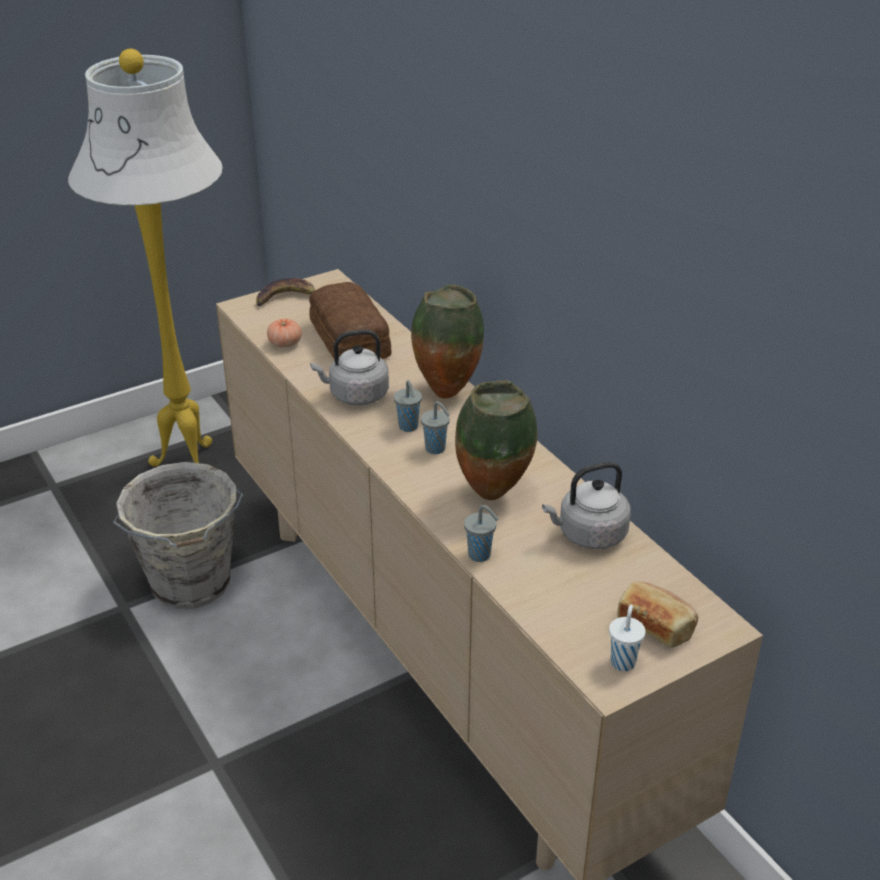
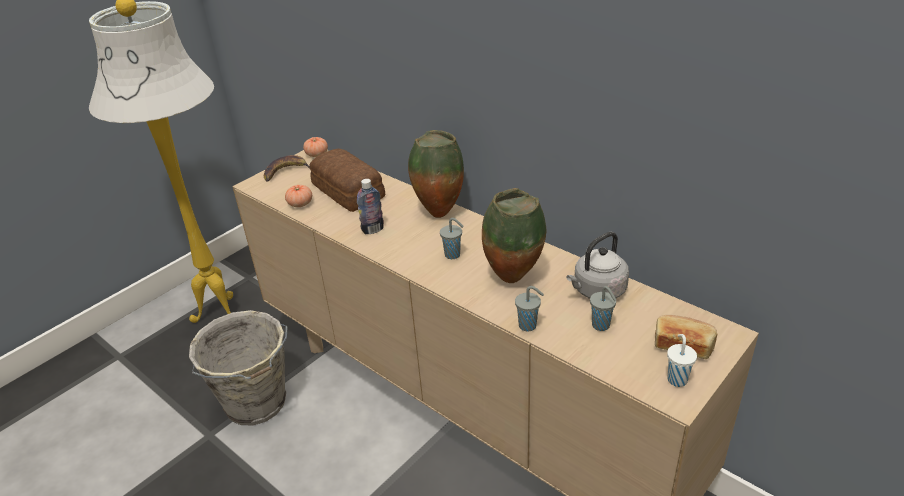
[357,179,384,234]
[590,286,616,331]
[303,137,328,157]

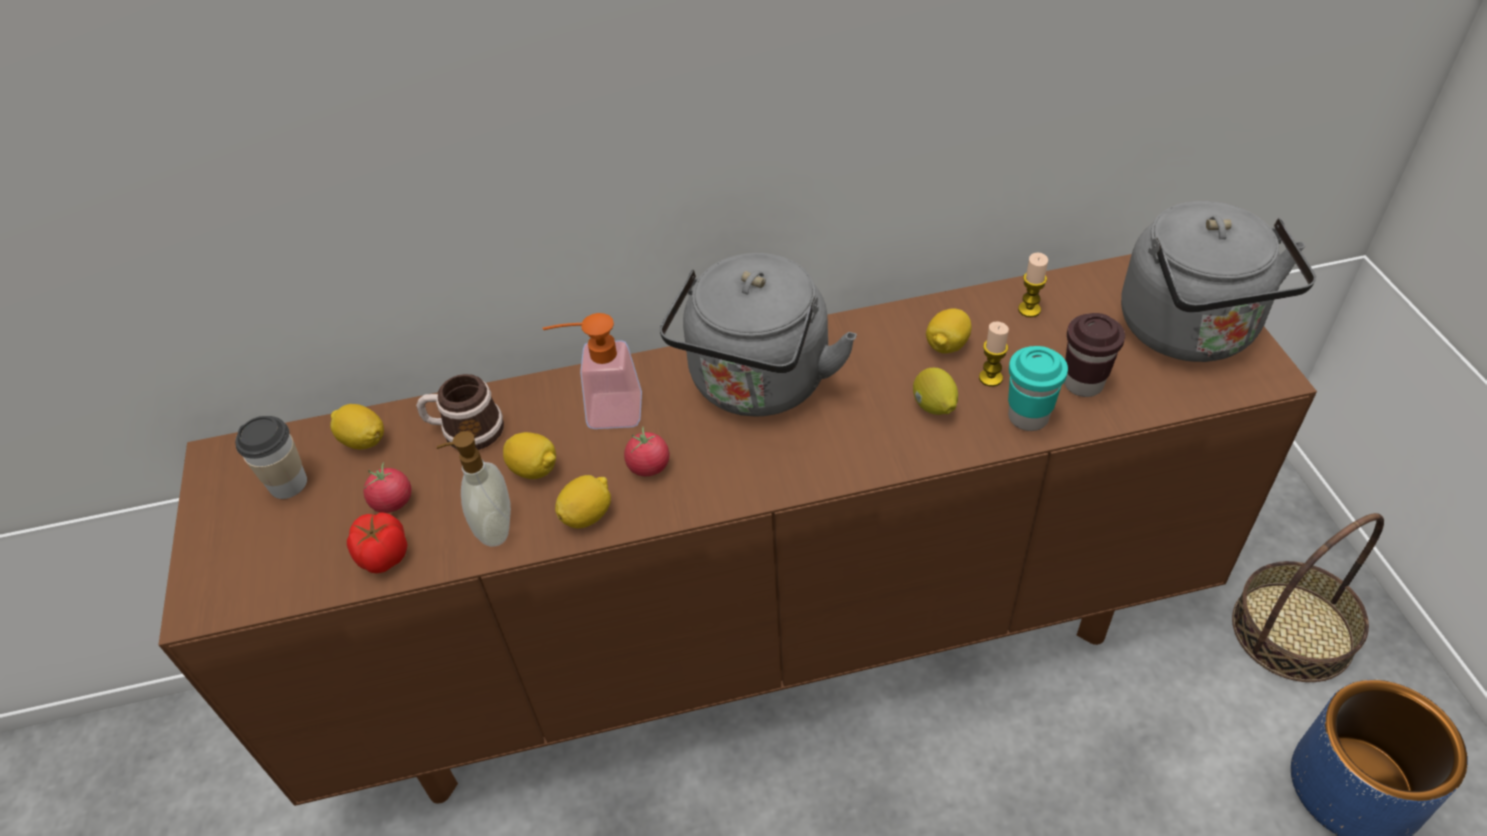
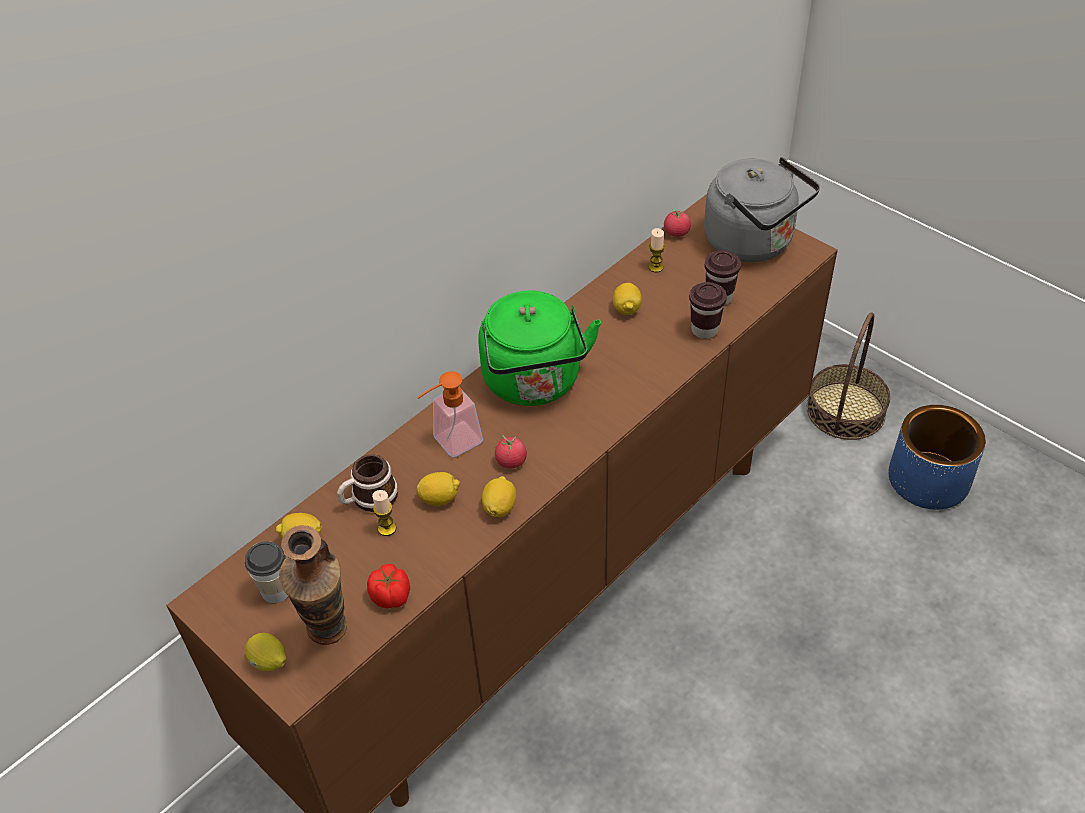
[664,208,691,237]
[437,431,511,547] (first image)
[478,291,601,406]
[245,633,287,671]
[372,490,396,536]
[689,282,727,339]
[279,525,347,645]

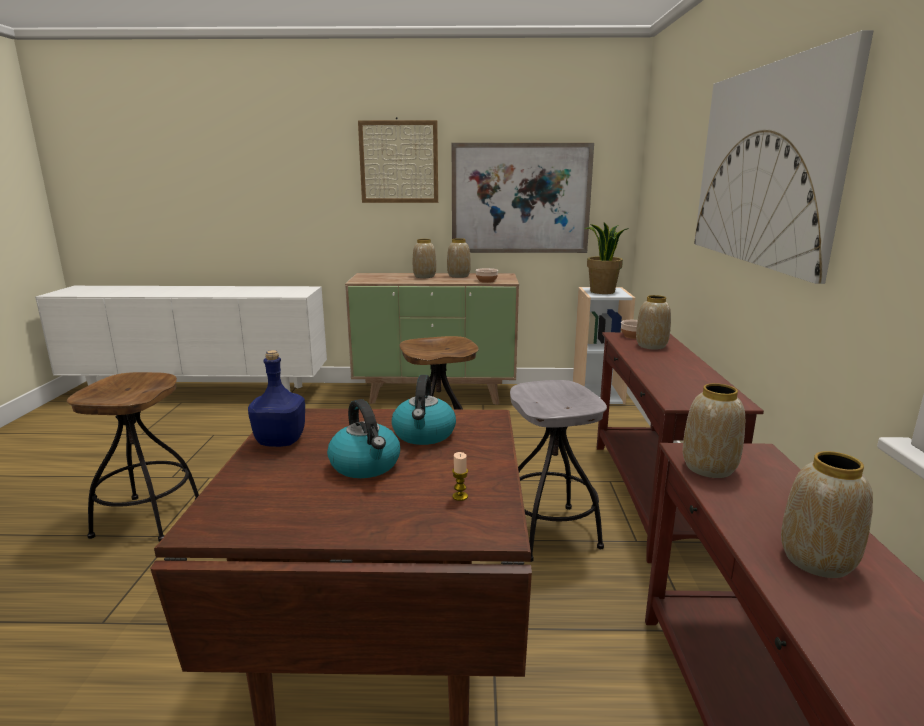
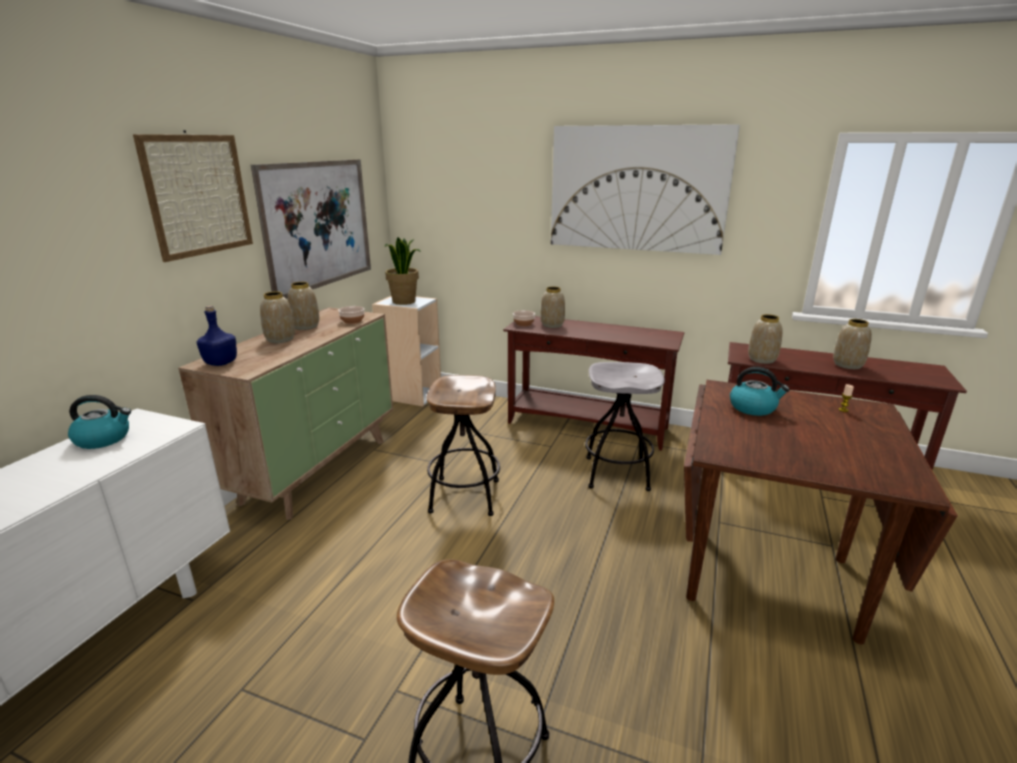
[197,306,237,366]
[68,395,131,449]

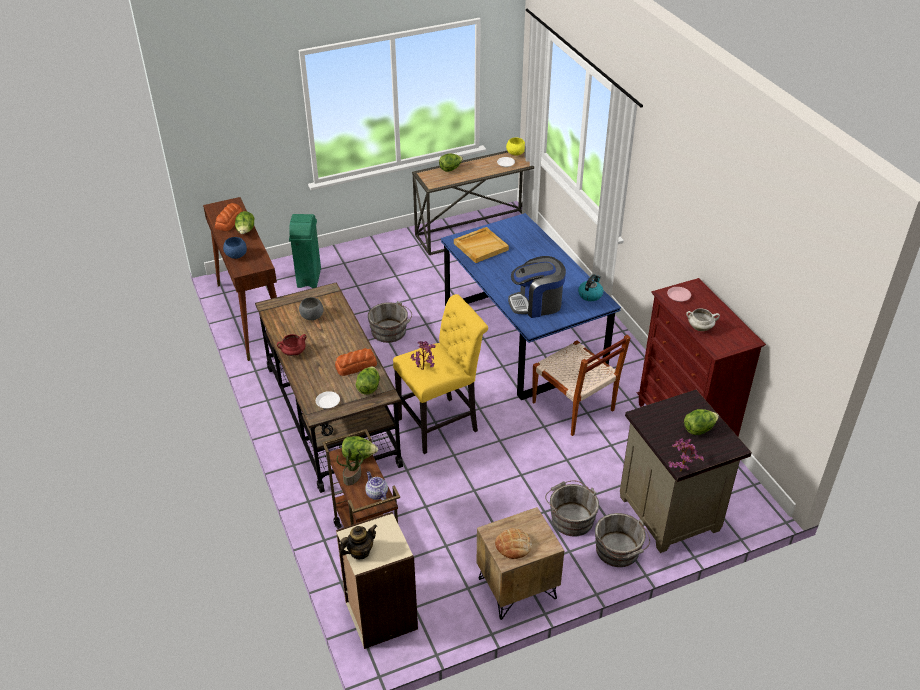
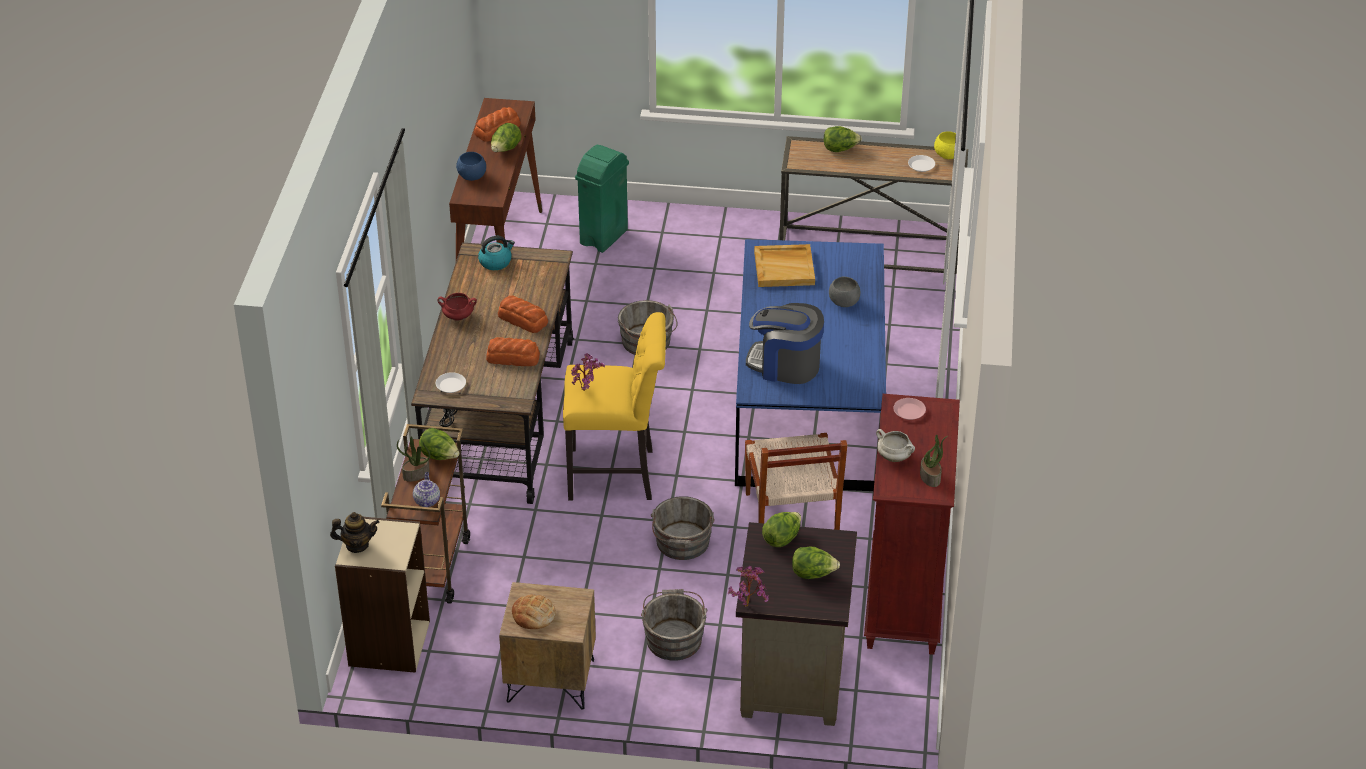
[829,277,860,307]
[762,512,801,547]
[478,236,515,270]
[651,496,714,560]
[498,296,548,333]
[920,435,947,487]

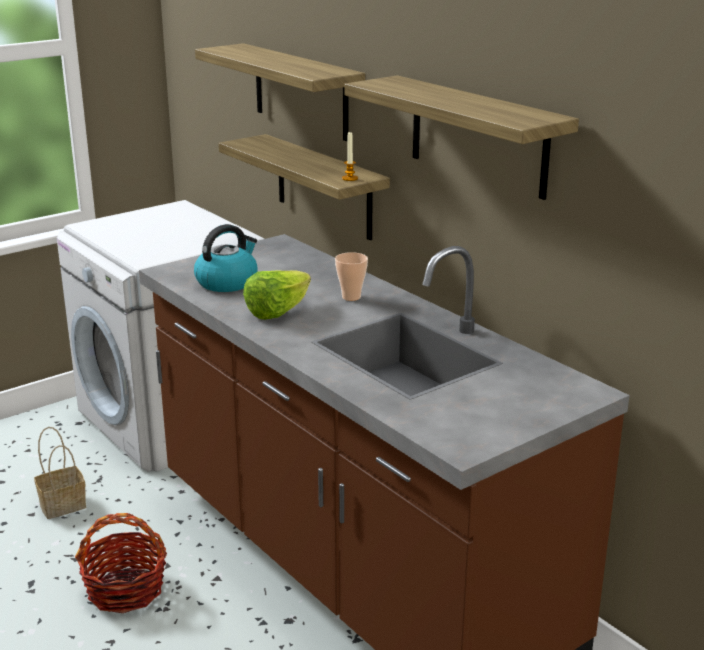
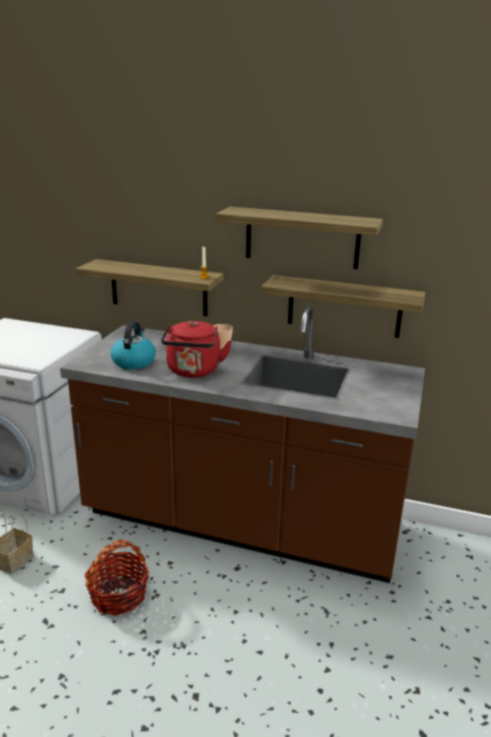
[261,275,425,338]
[161,321,232,378]

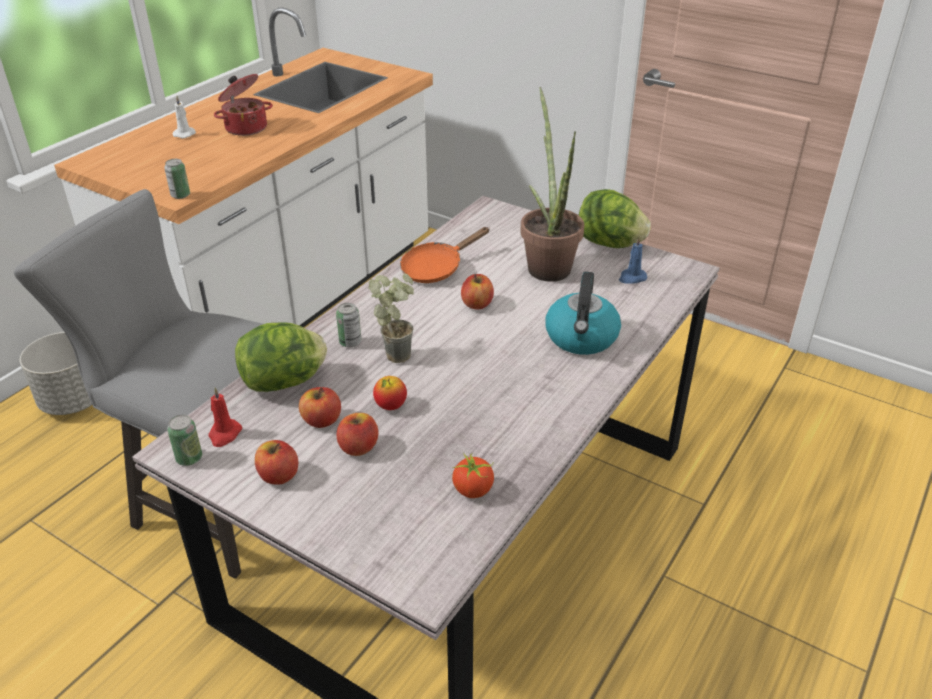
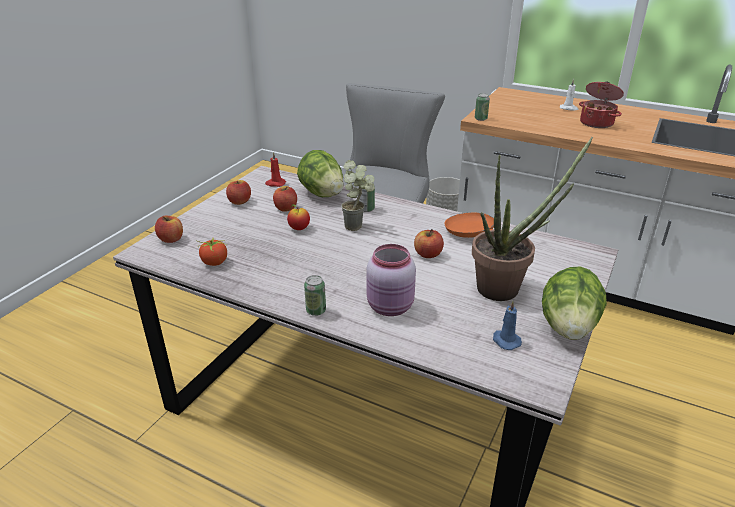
[304,275,326,316]
[155,216,183,243]
[366,244,416,316]

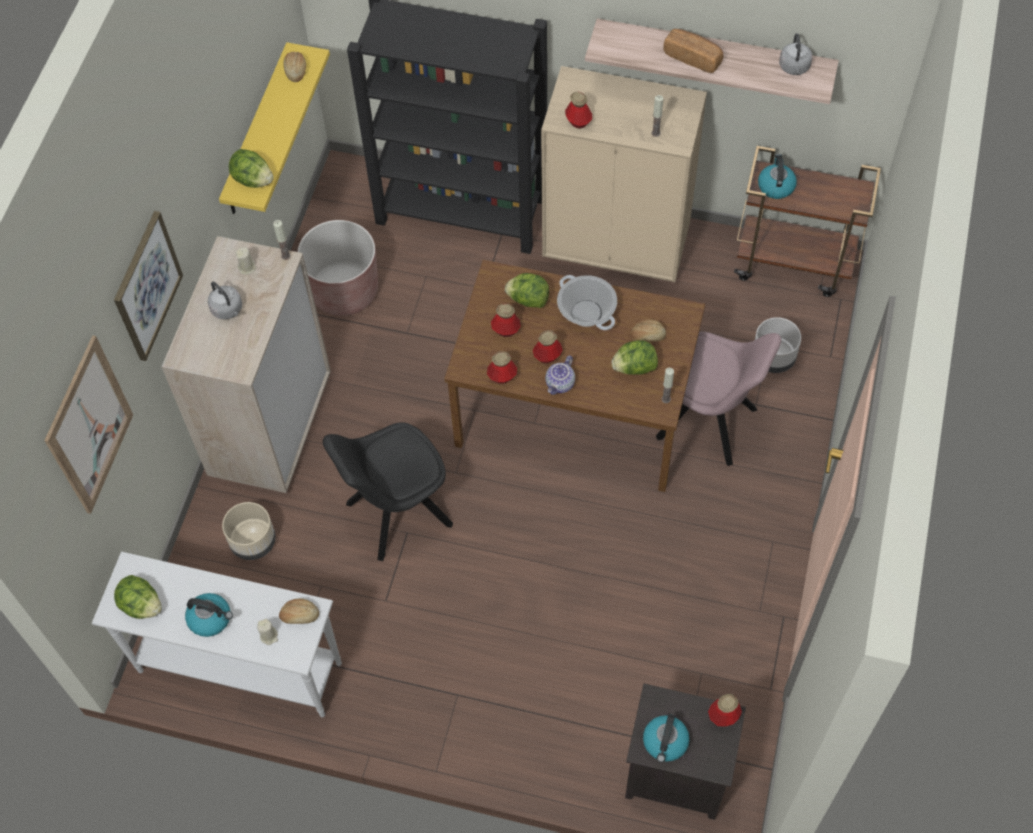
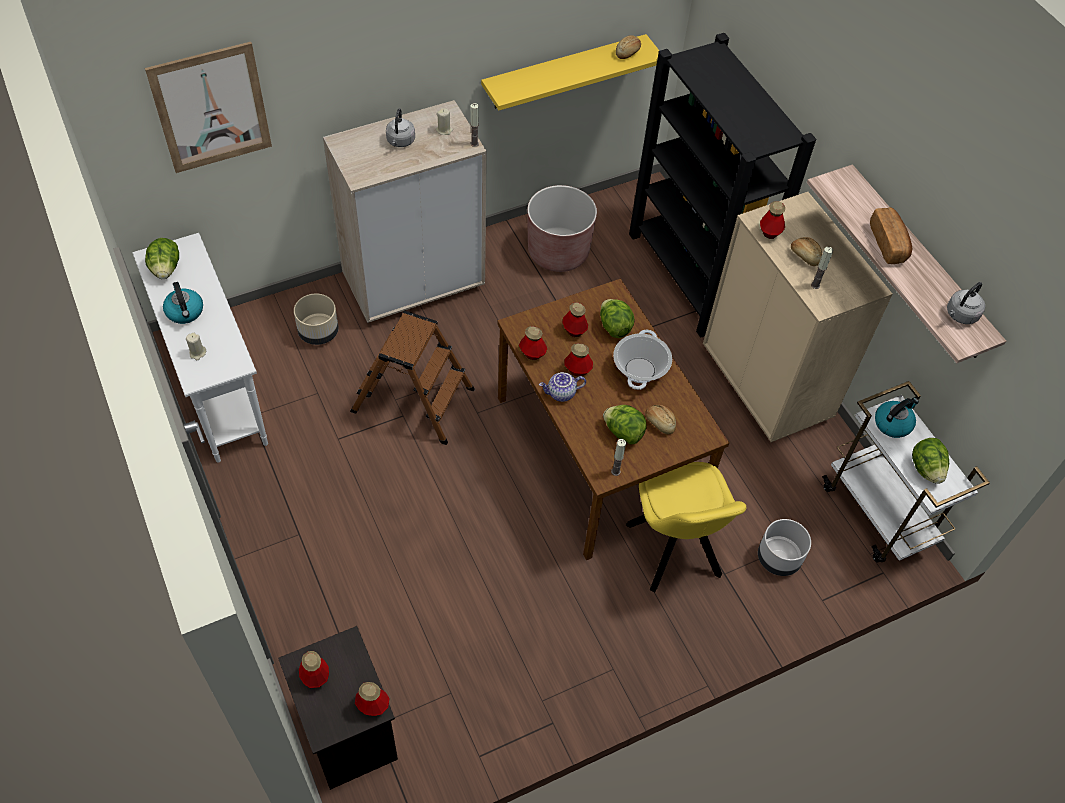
[114,211,183,361] (first image)
[912,438,949,484]
[791,237,822,266]
[350,310,475,445]
[299,651,329,688]
[626,462,746,593]
[822,381,990,563]

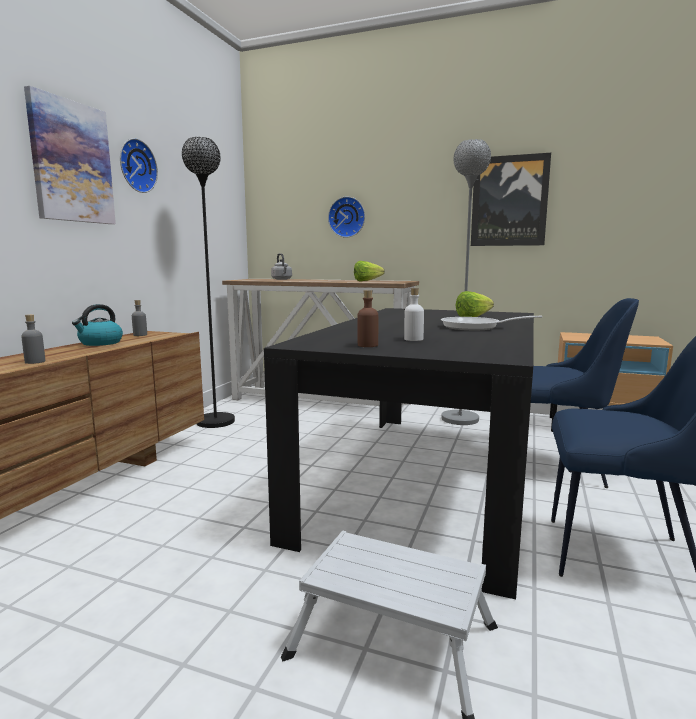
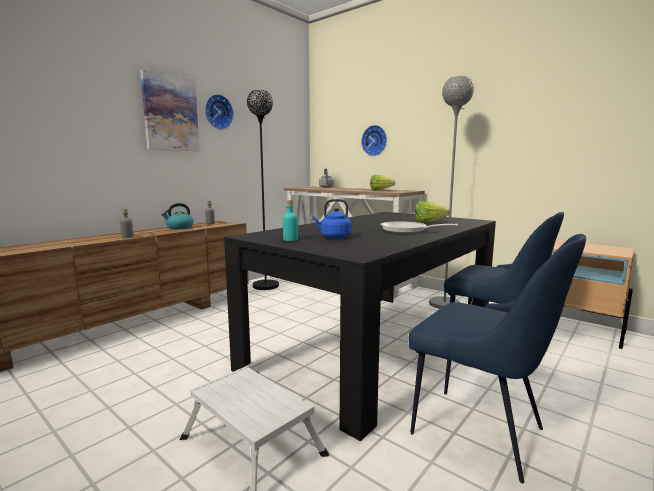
[283,200,298,241]
[312,199,352,239]
[471,153,551,246] (first image)

